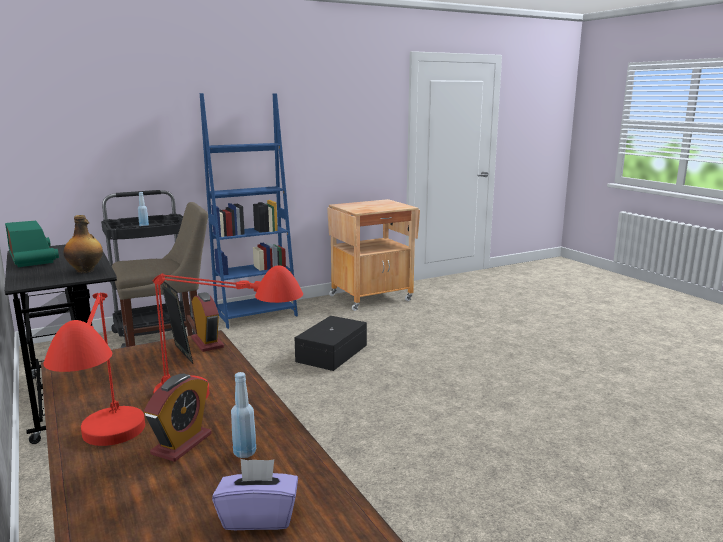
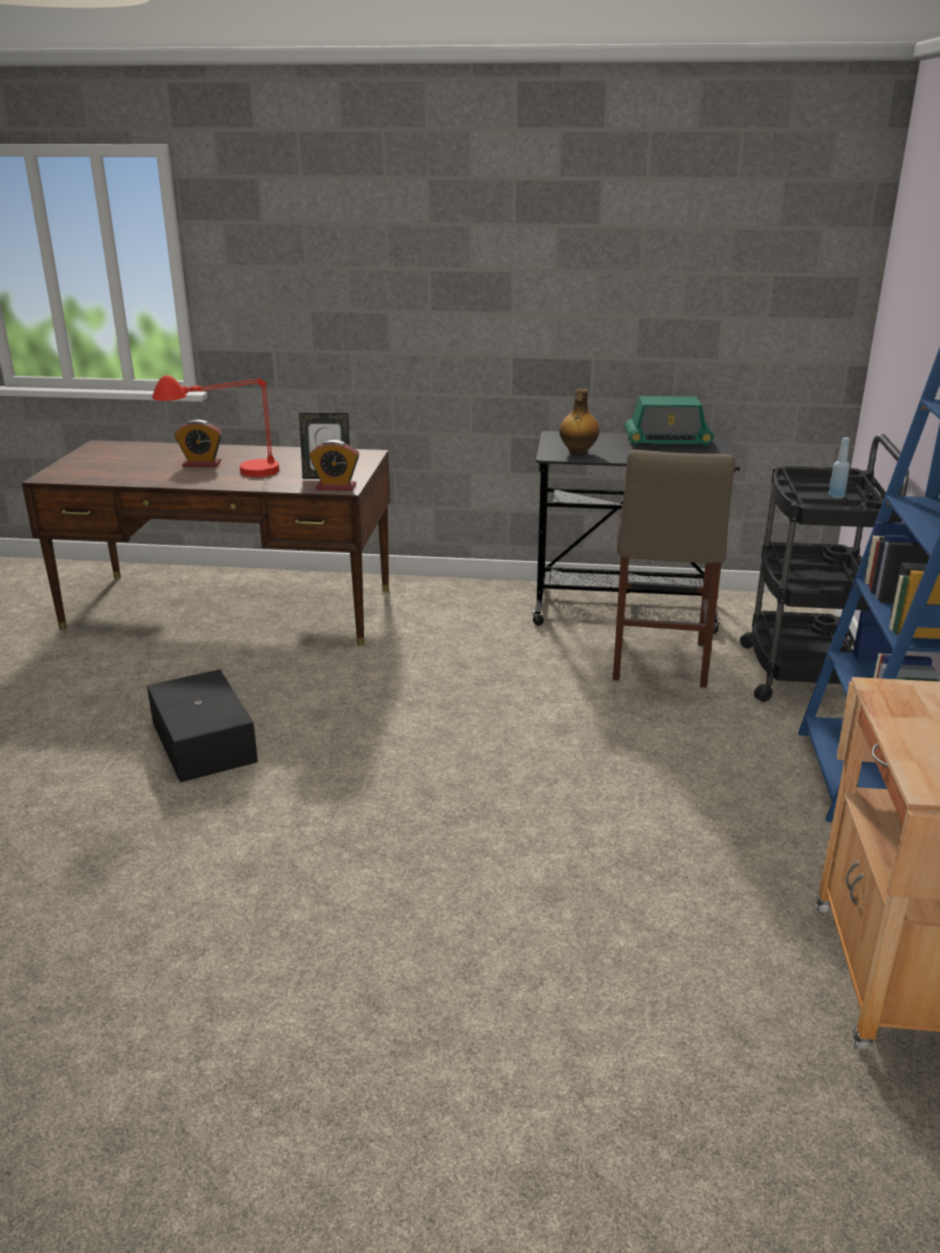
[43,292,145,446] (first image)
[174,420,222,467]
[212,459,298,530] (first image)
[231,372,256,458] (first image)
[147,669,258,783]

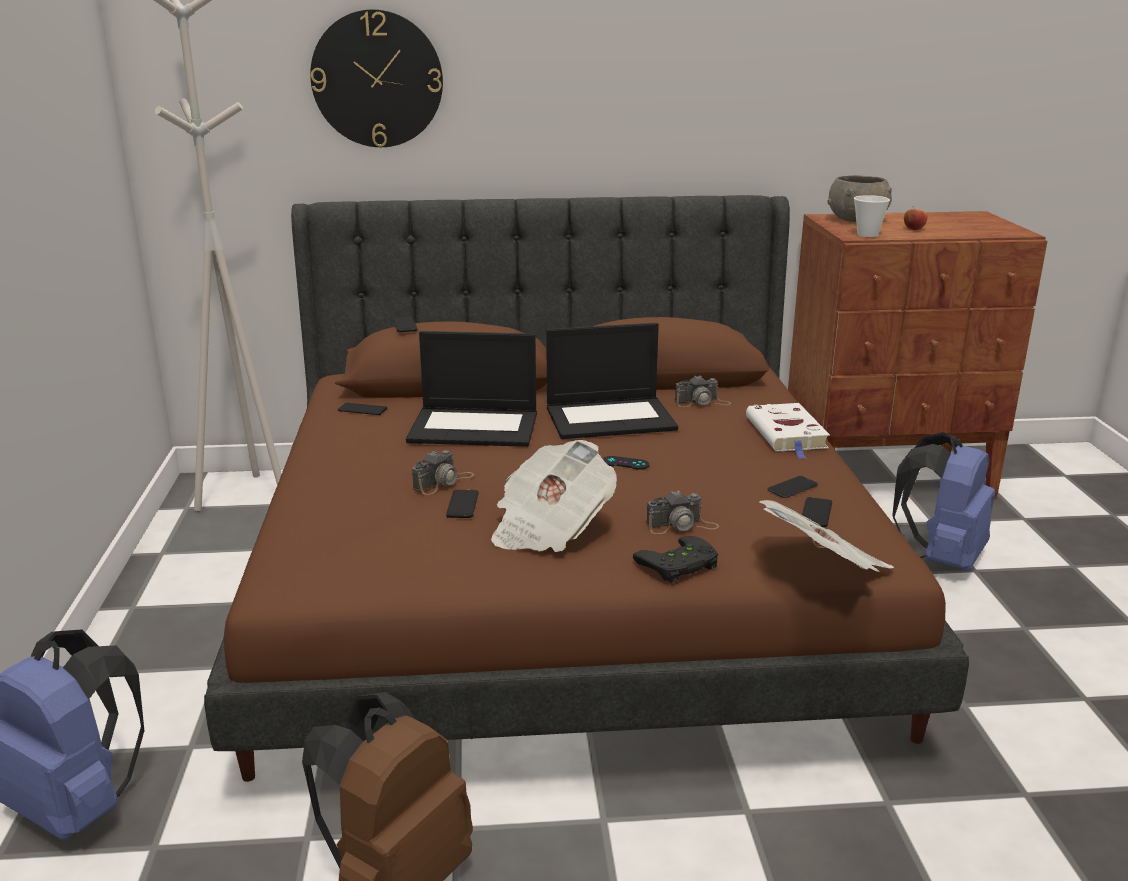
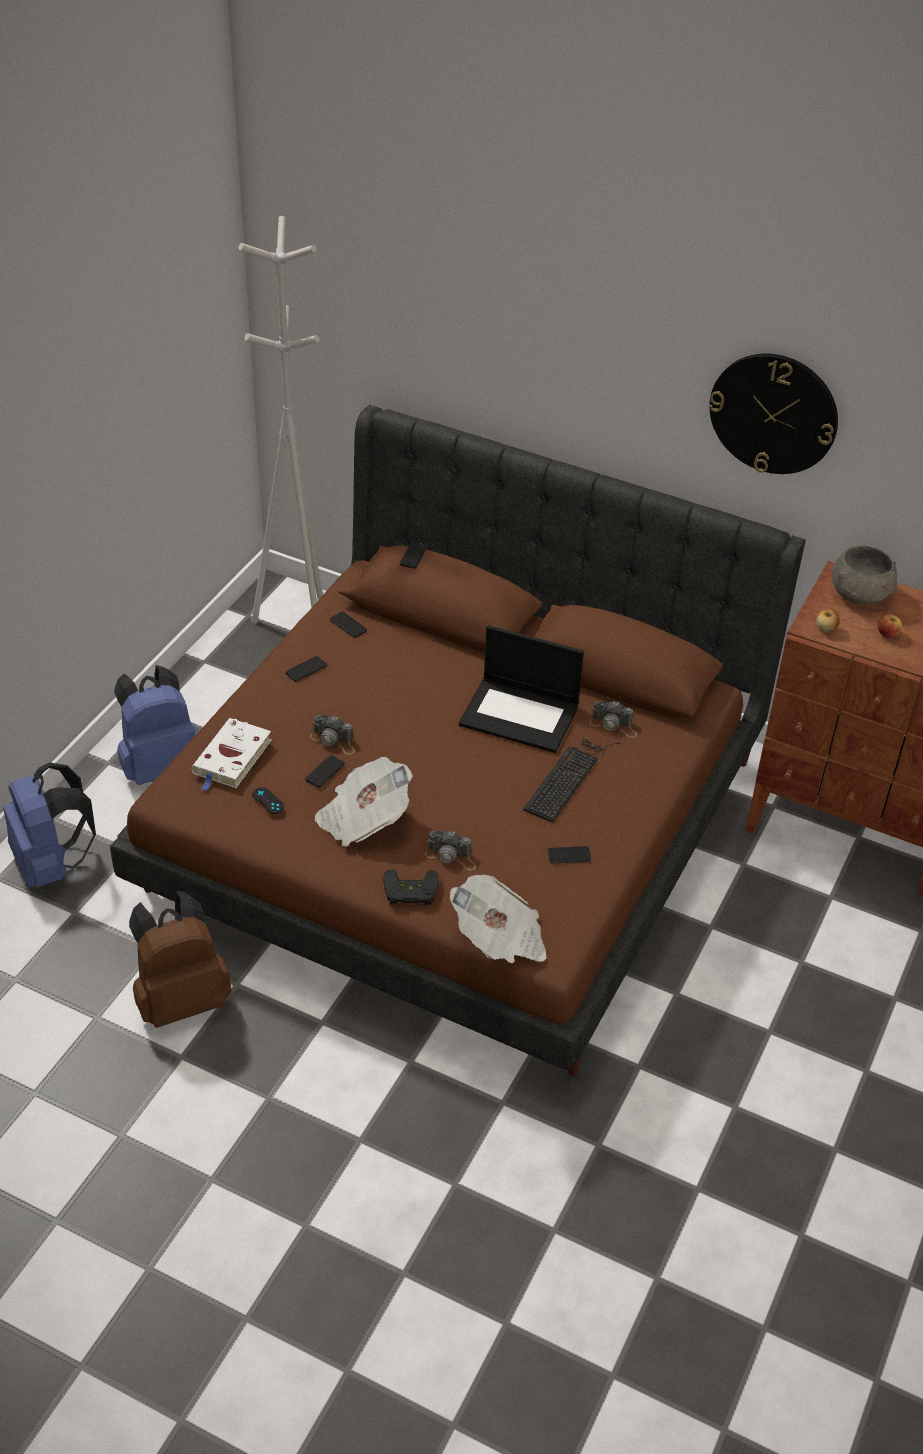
[709,353,838,474]
[406,331,537,447] (first image)
[310,715,355,755]
[252,787,284,814]
[191,718,272,791]
[286,656,327,682]
[816,609,840,633]
[114,665,199,785]
[523,739,621,822]

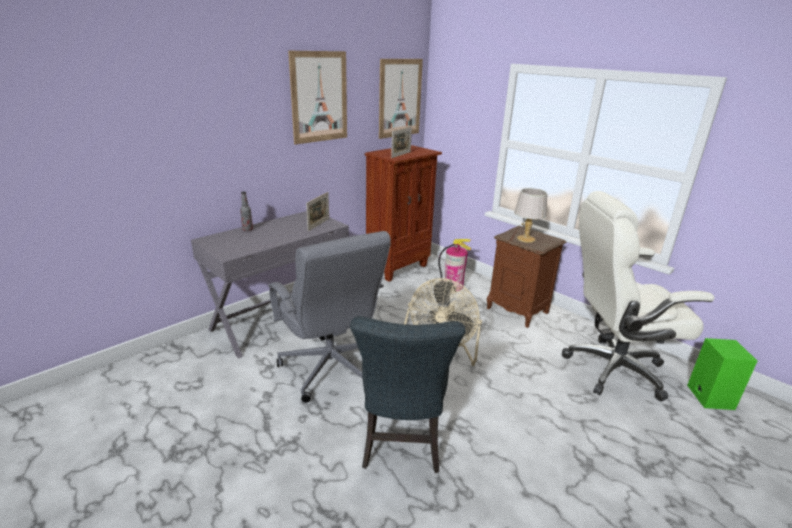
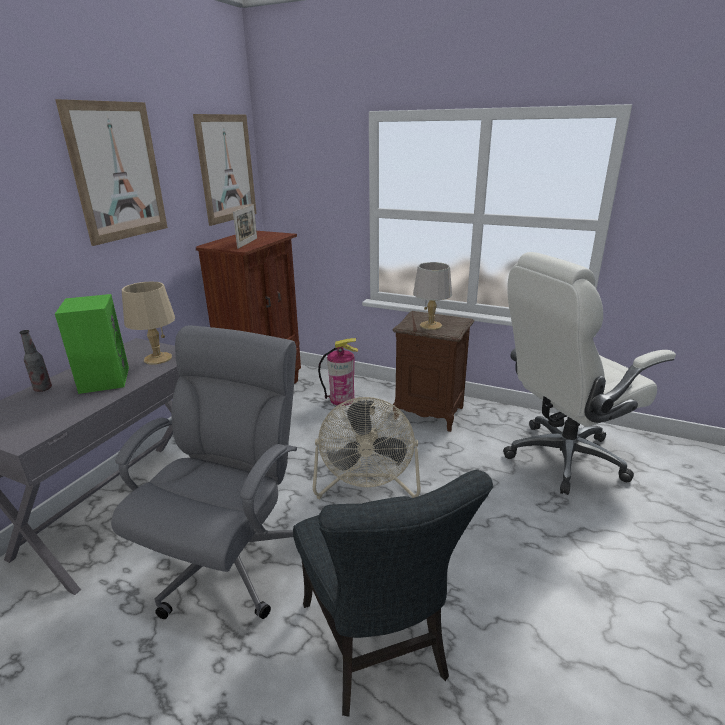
[111,325,297,619]
[122,281,175,364]
[55,294,129,394]

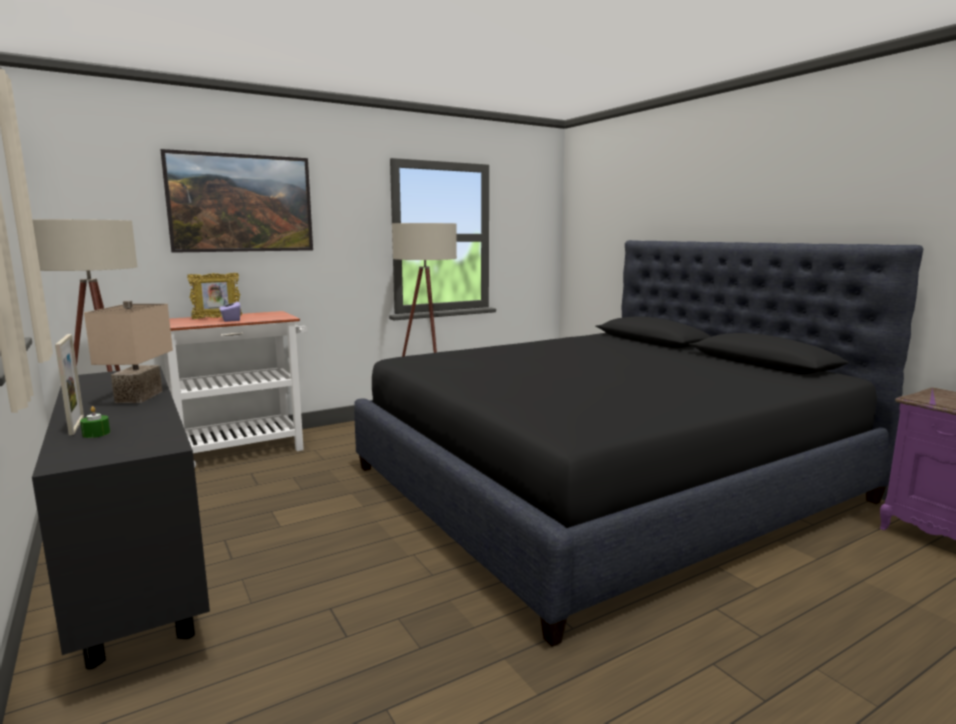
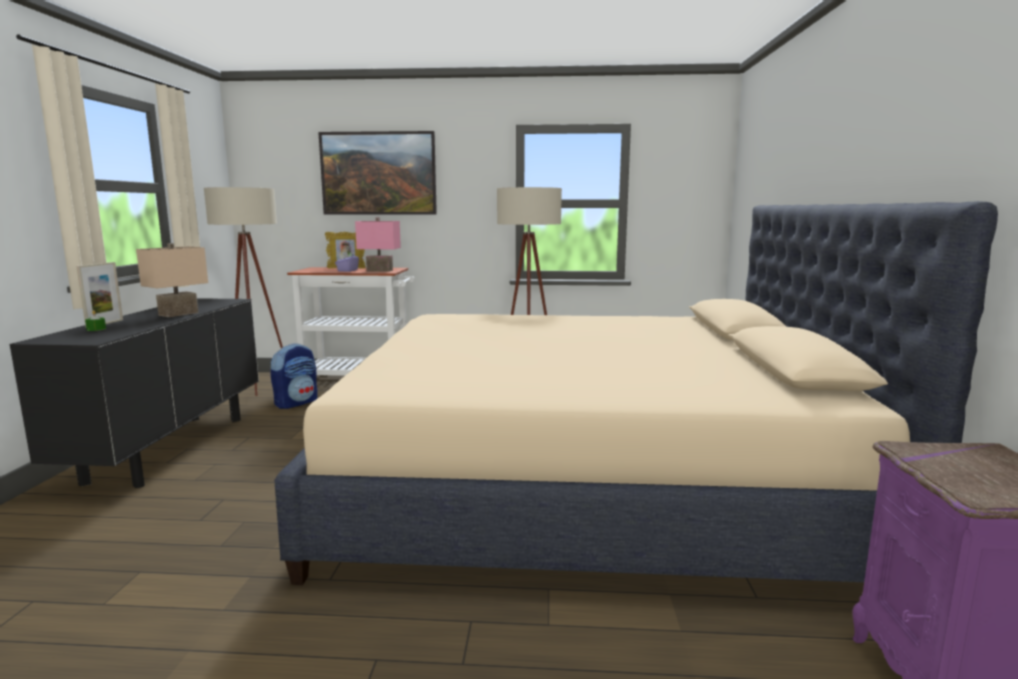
[274,201,998,585]
[270,343,318,409]
[355,217,401,272]

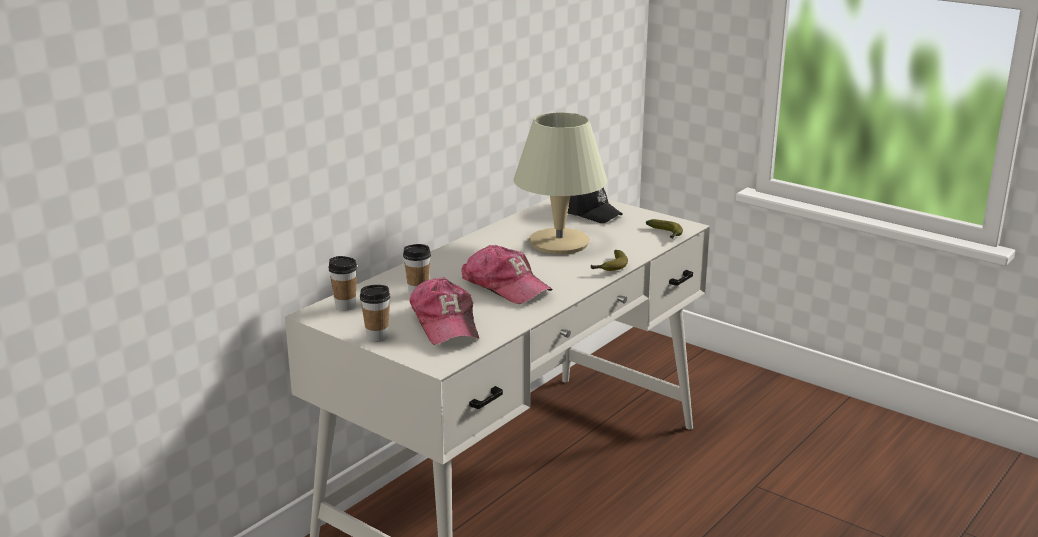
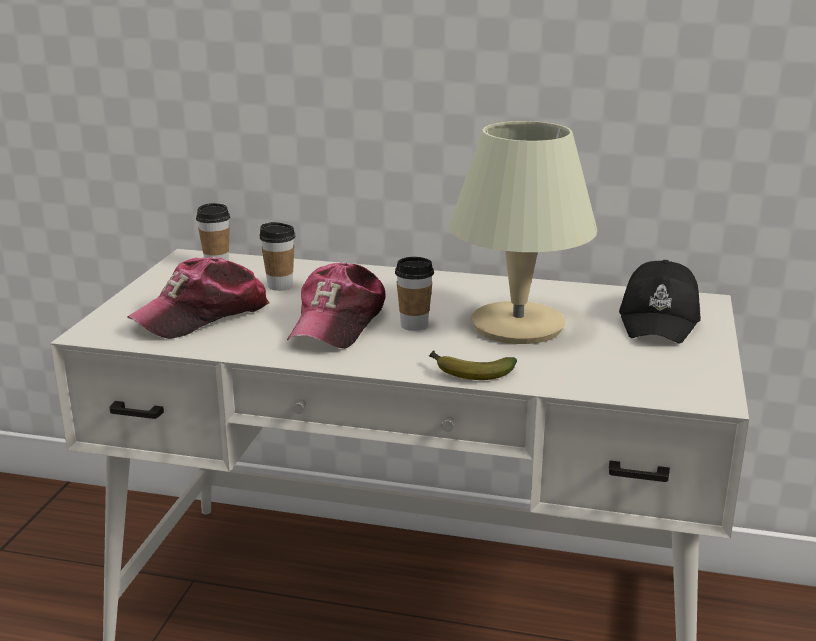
[395,257,434,331]
[646,219,683,239] (first image)

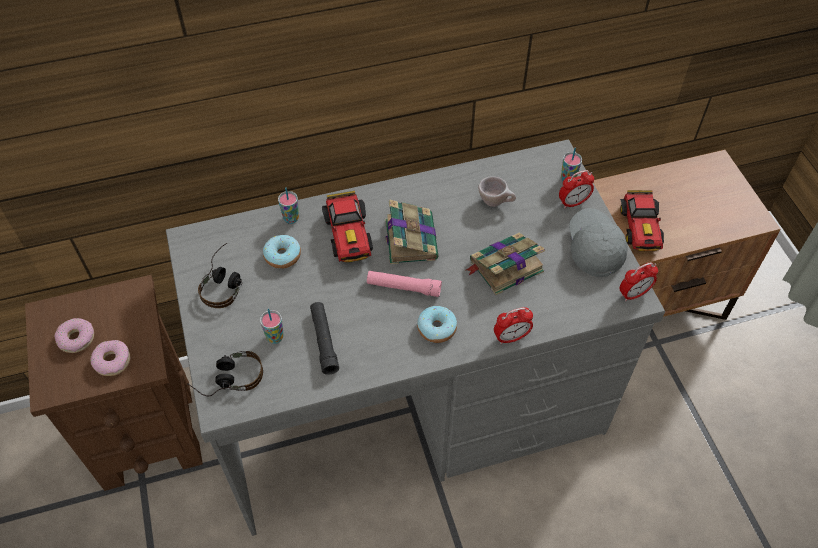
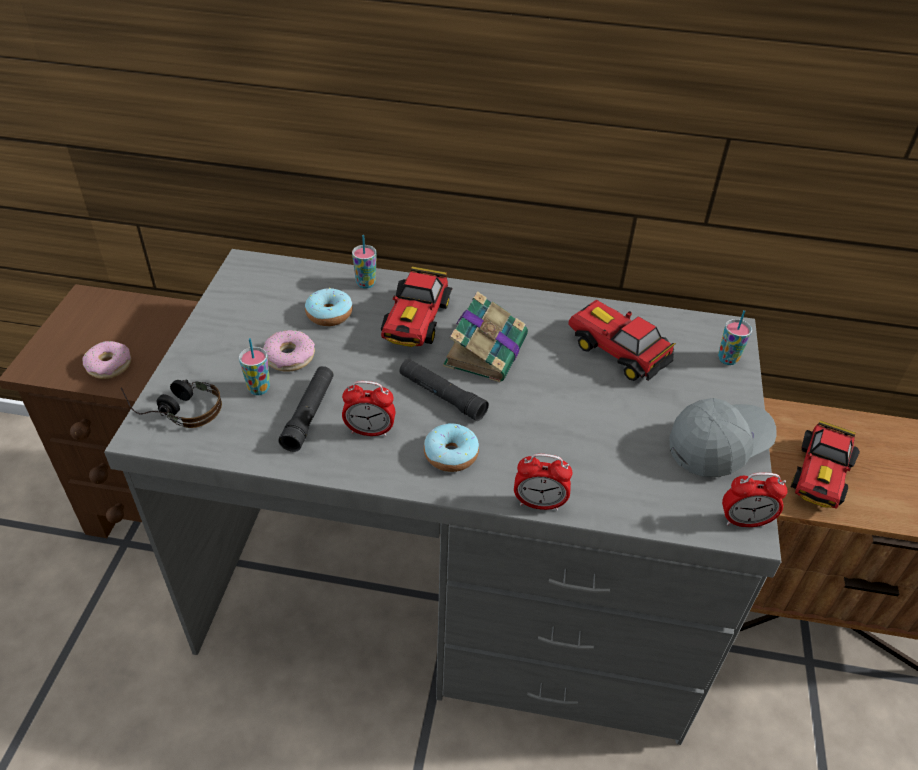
[263,330,315,372]
[198,243,242,308] (first image)
[399,359,489,421]
[466,233,545,295] (first image)
[568,300,676,381]
[342,381,395,437]
[669,398,776,477]

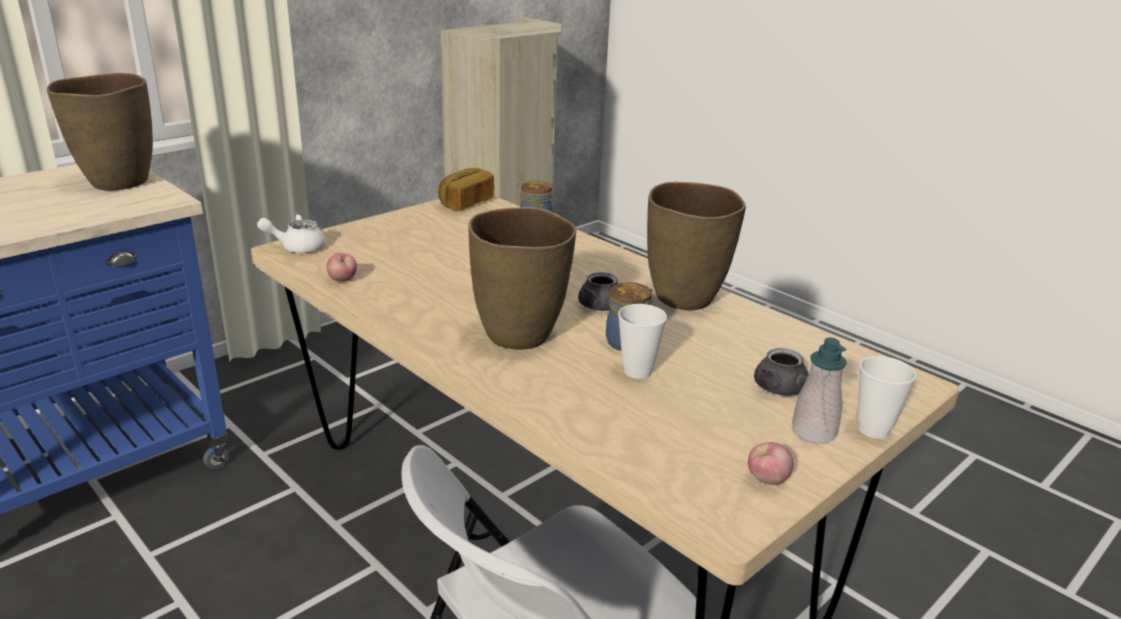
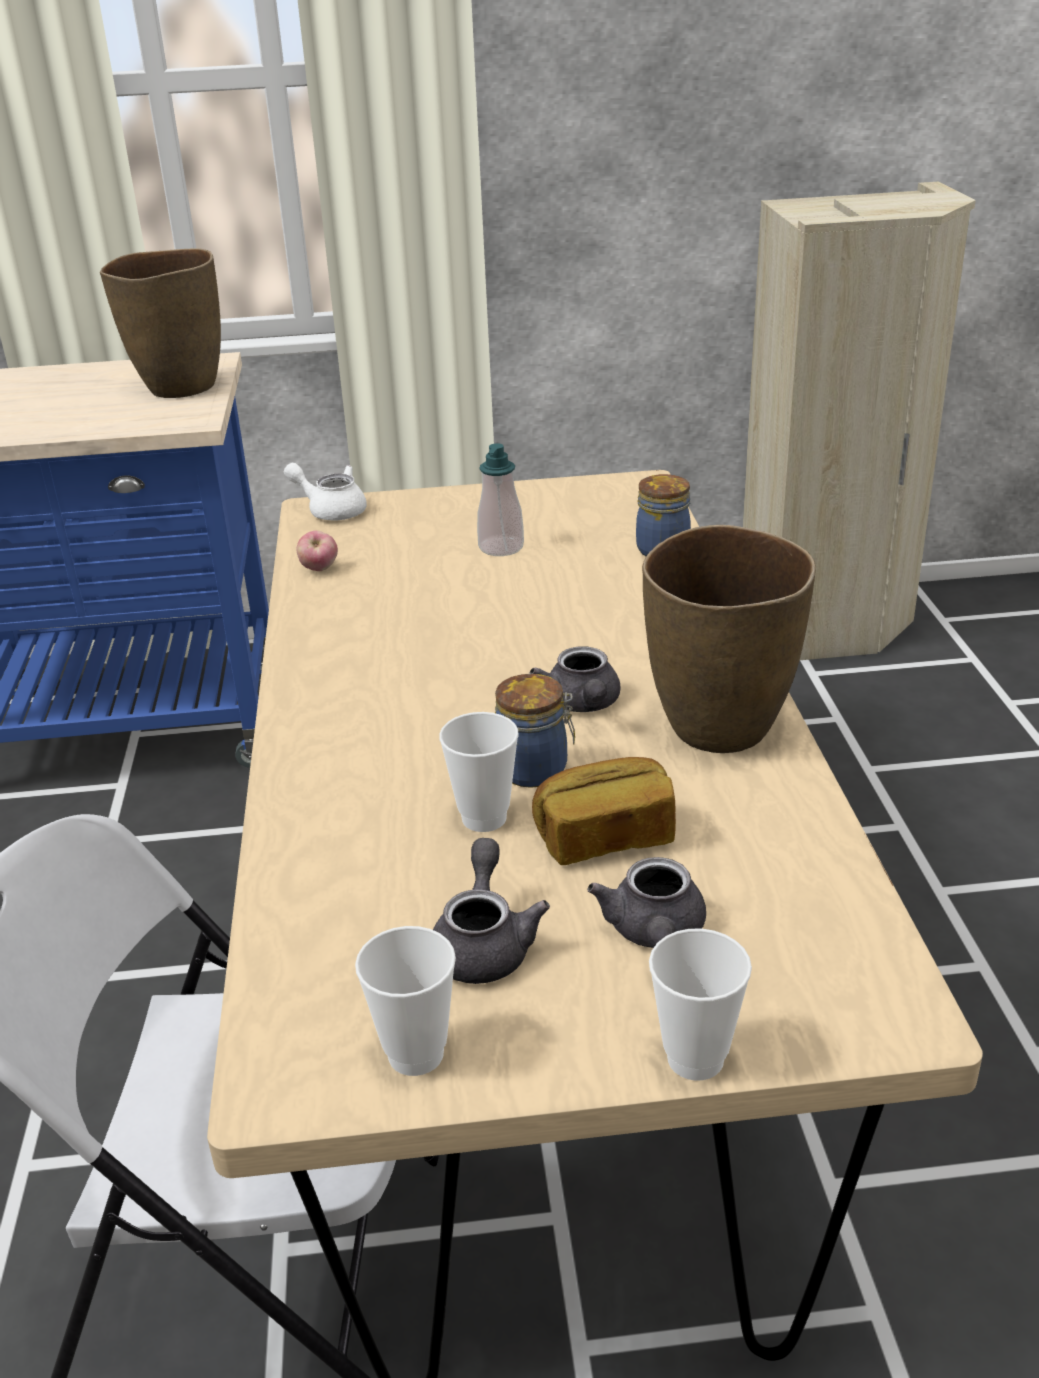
[532,757,676,865]
[468,207,577,350] (first image)
[355,926,456,1076]
[477,443,524,556]
[433,838,550,984]

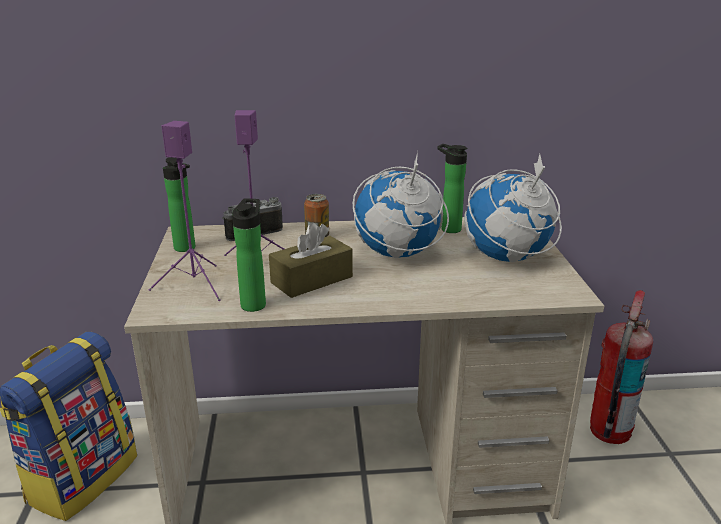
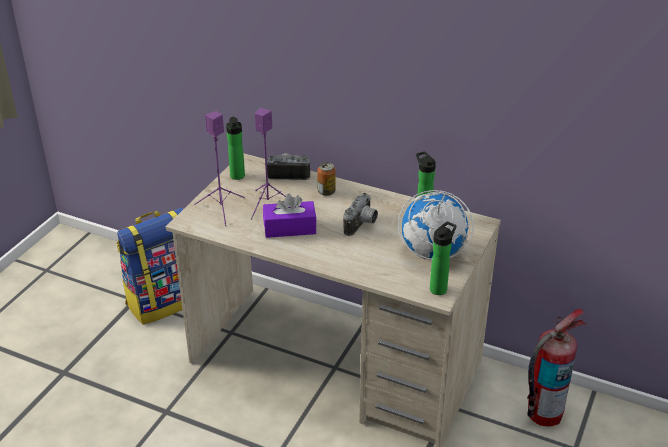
[430,221,457,295]
[263,194,317,238]
[343,193,378,236]

